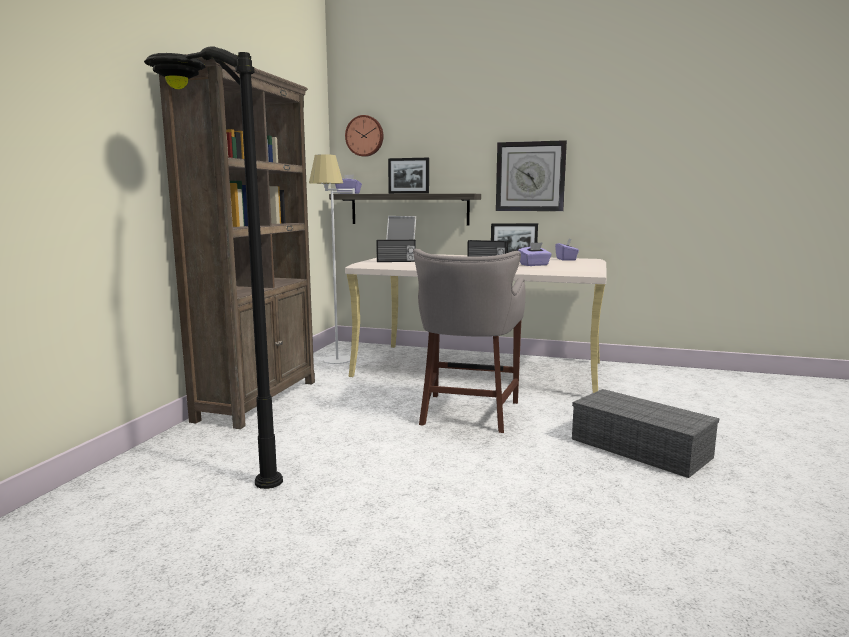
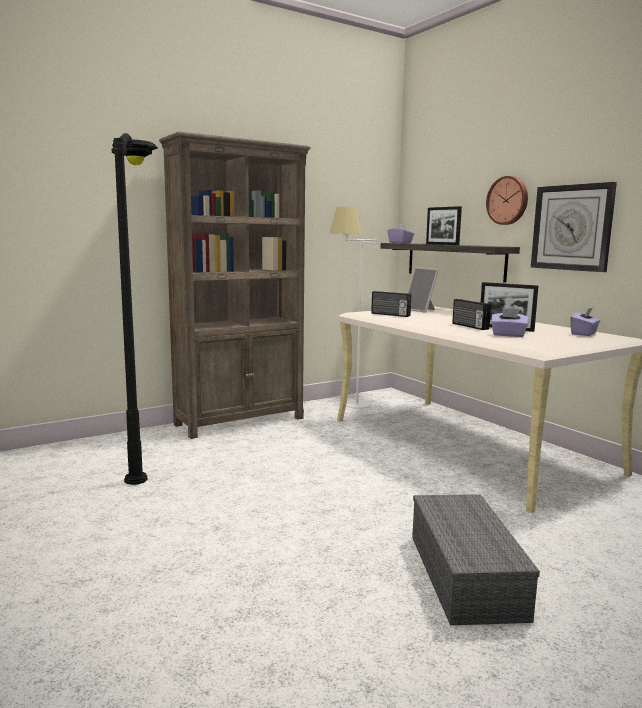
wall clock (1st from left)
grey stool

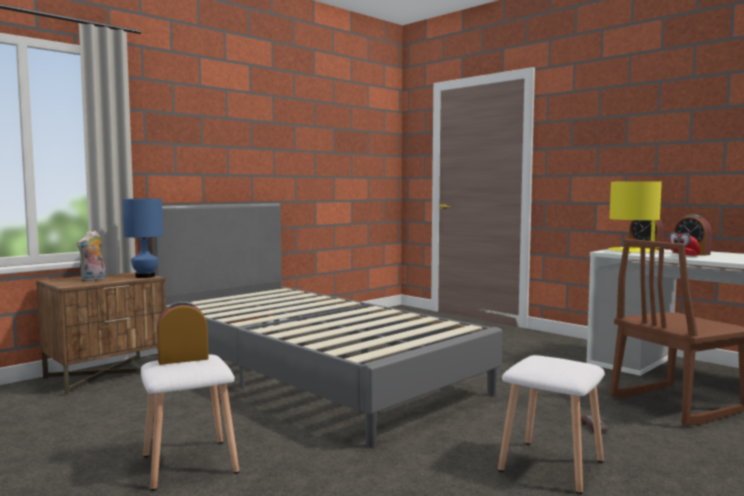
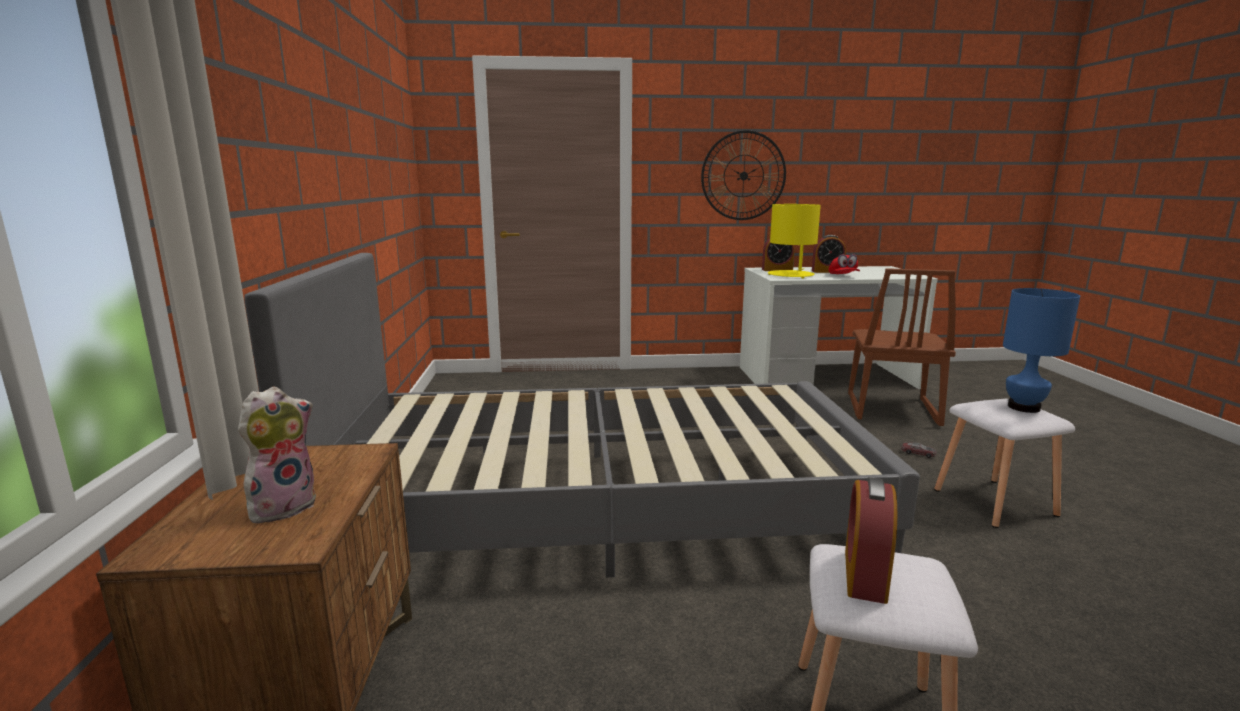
plush toy
wall clock
blue table lamp

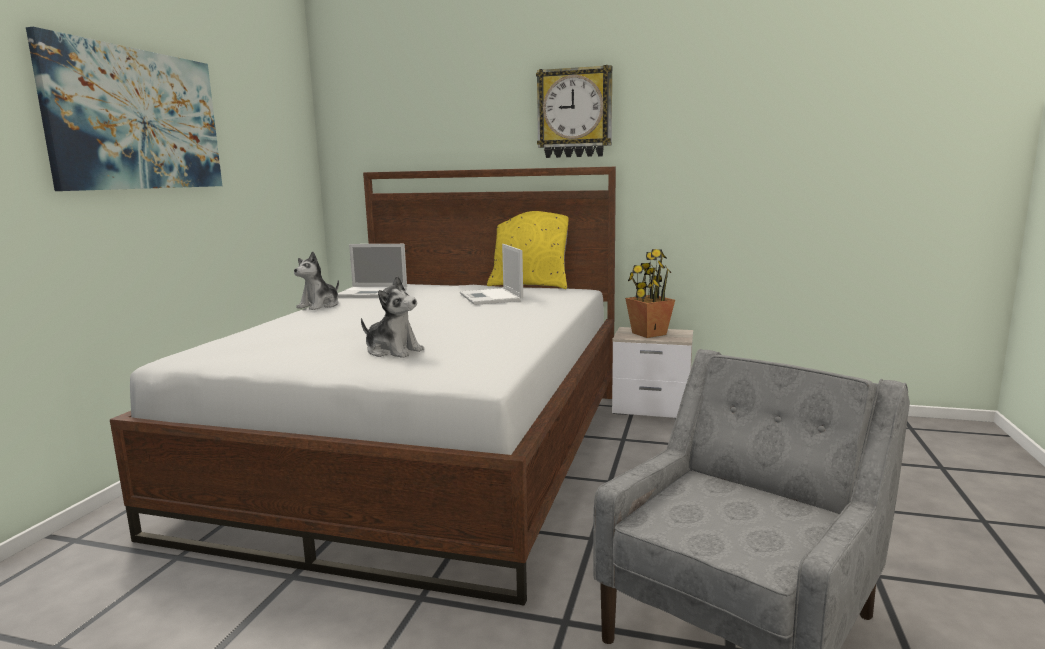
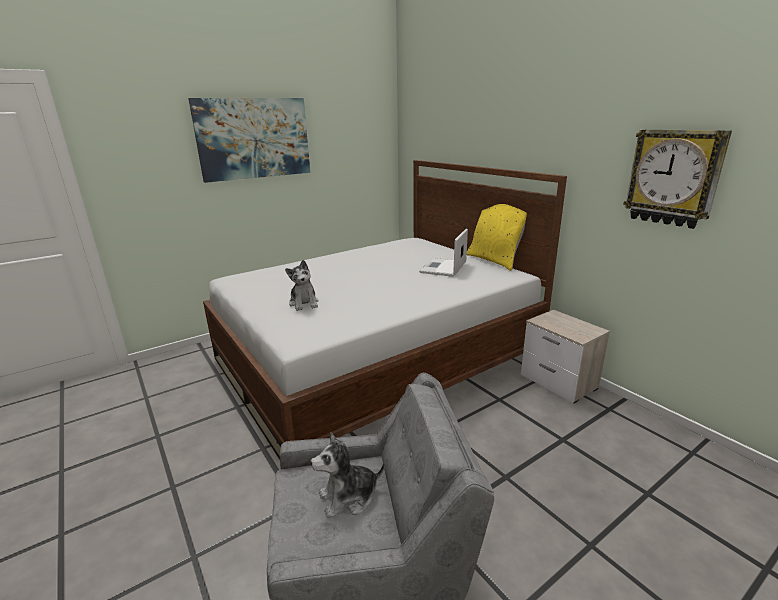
plush toy (2nd from left)
wall clock
laptop (1st from left in the first image)
potted plant

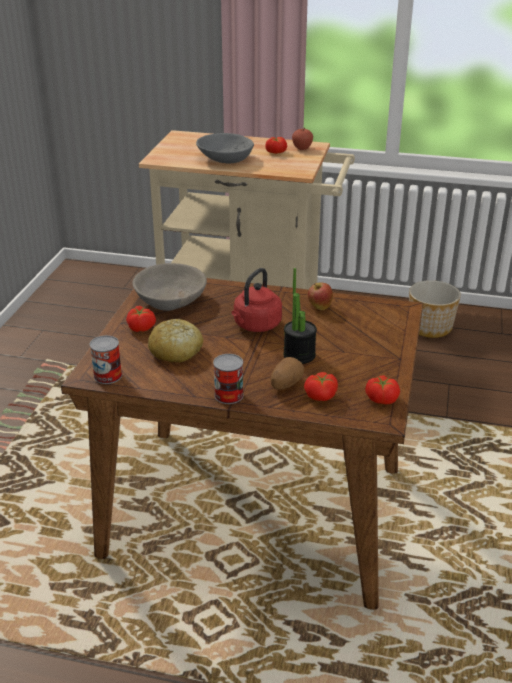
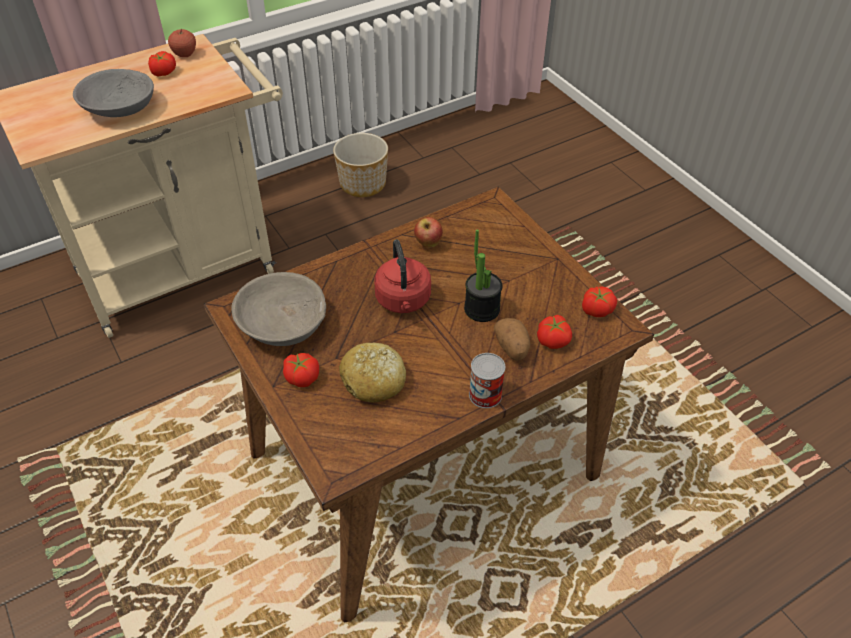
can (1st from left in the first image)

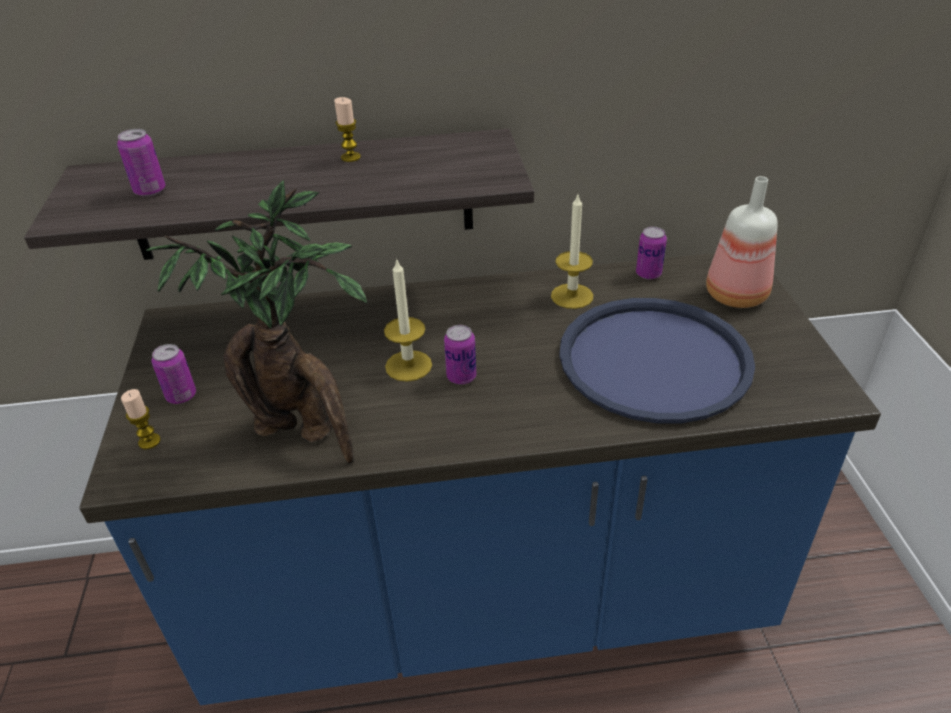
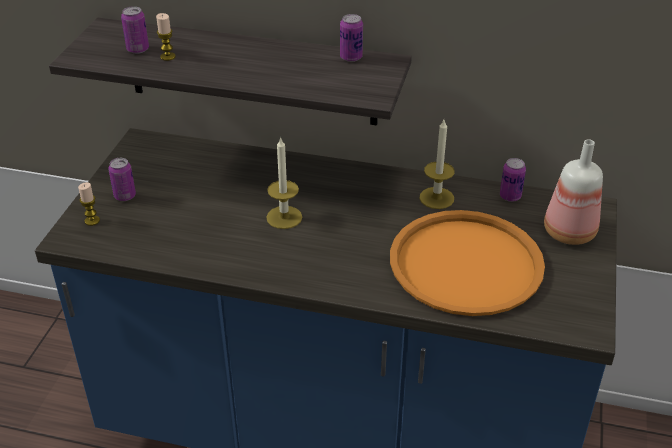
candle (2nd from left)
can (3rd from left)
orange tray
potted plant

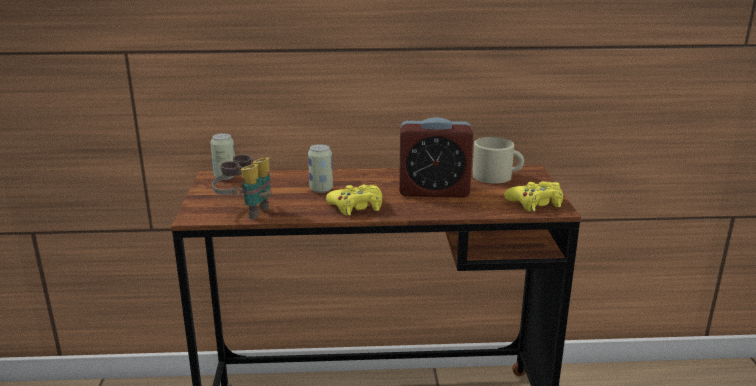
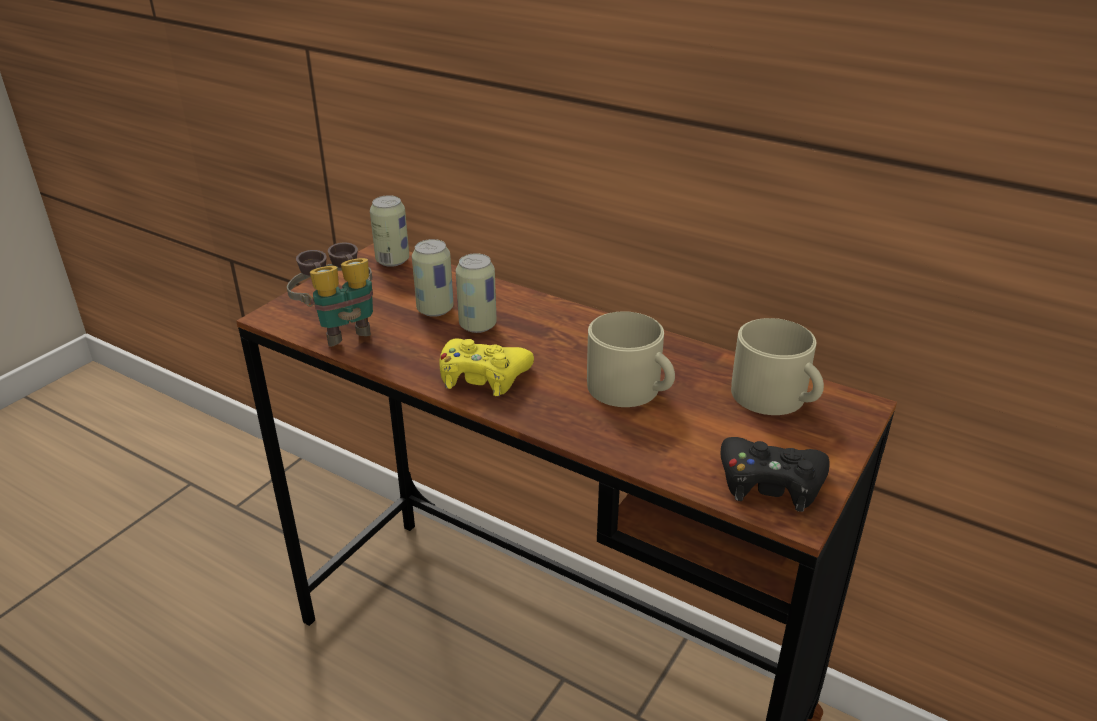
can (2nd from left)
beige mug (1st from left)
black game controller

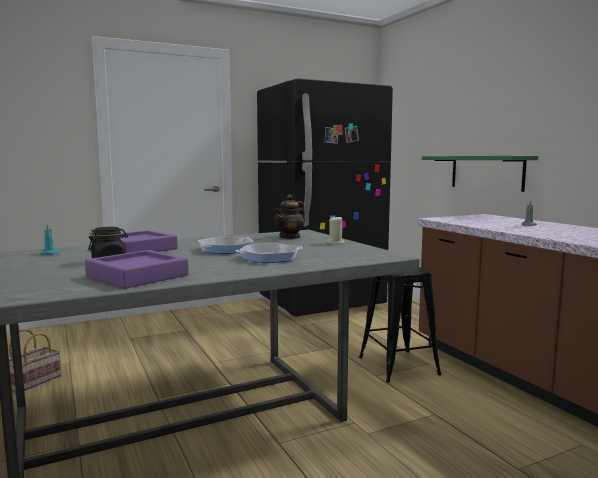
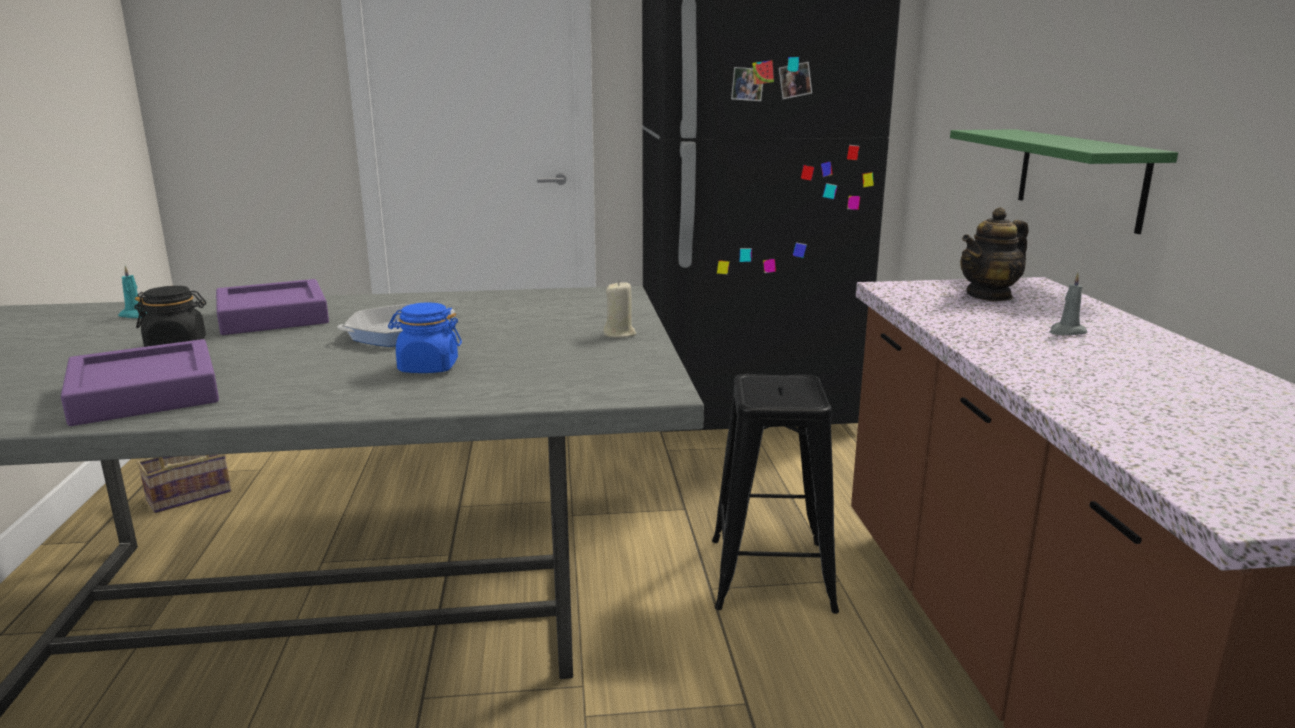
blue jar
teapot

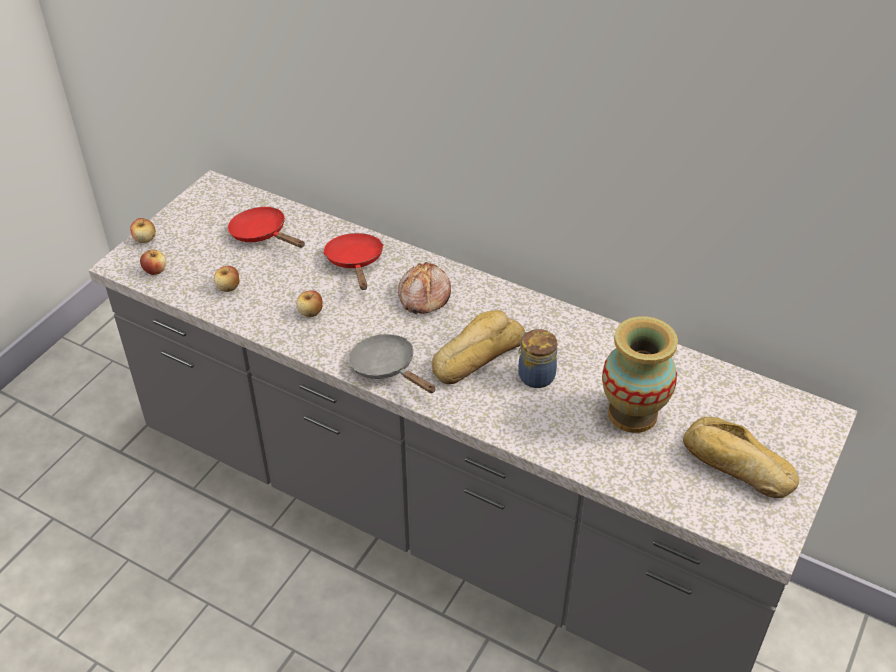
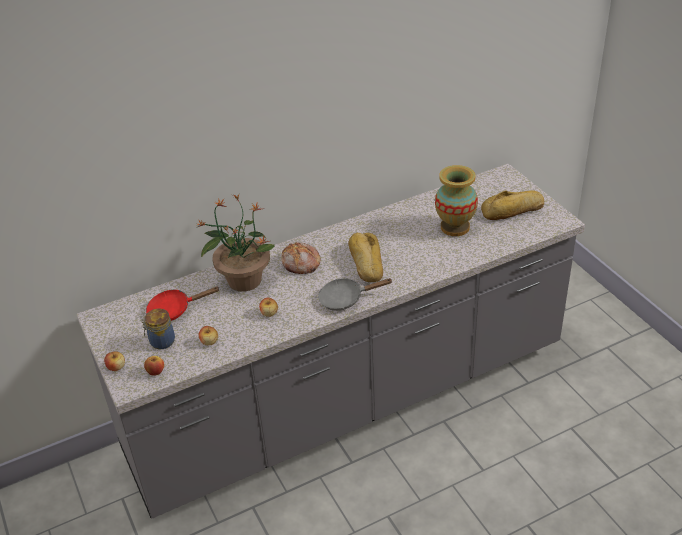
jar
potted plant

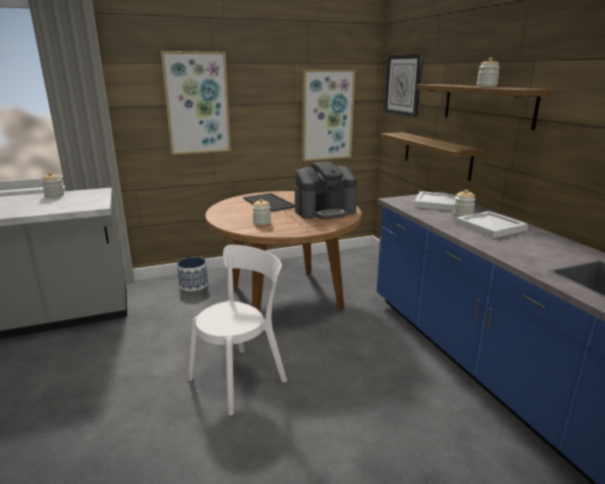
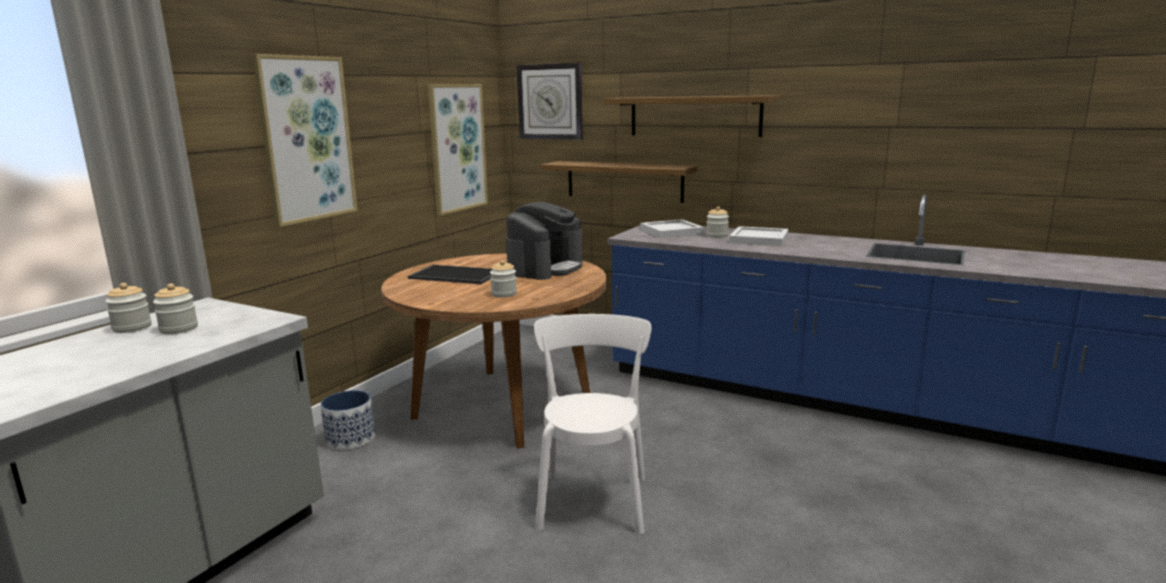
jar (2nd from left)

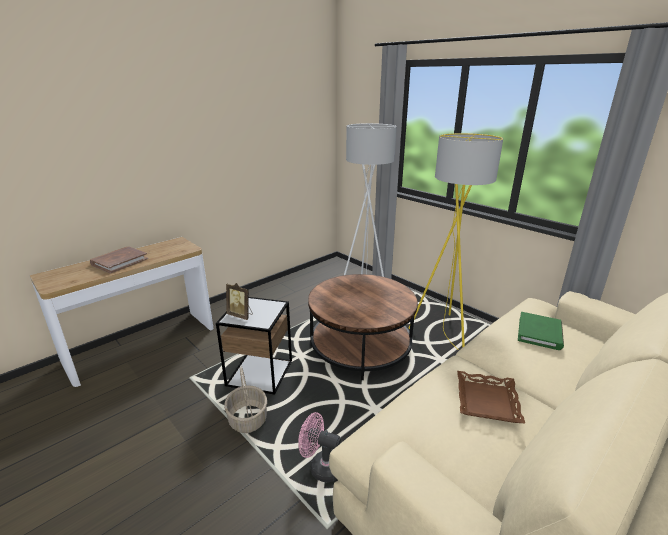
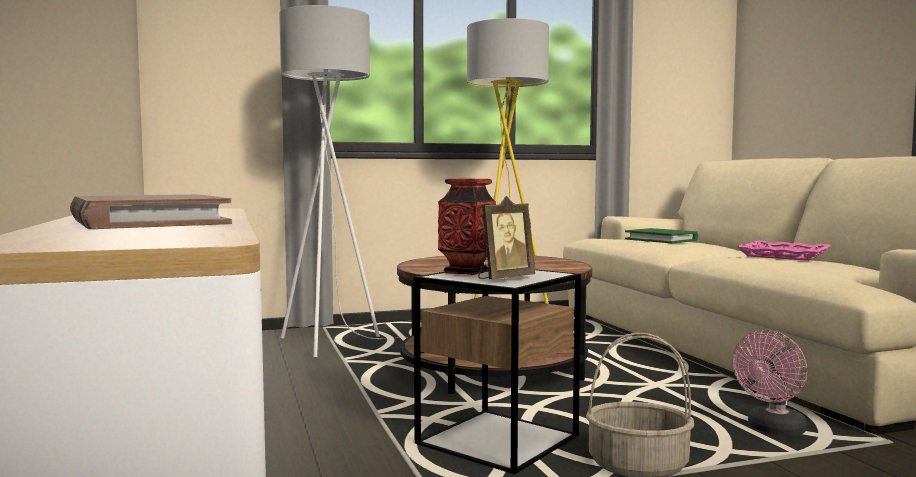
vase
pink tray

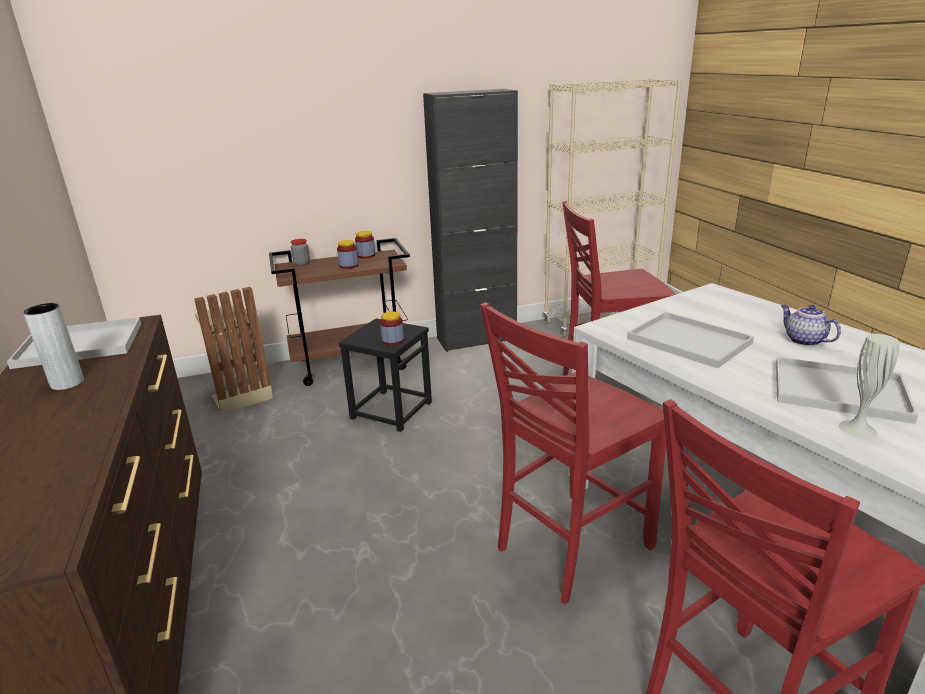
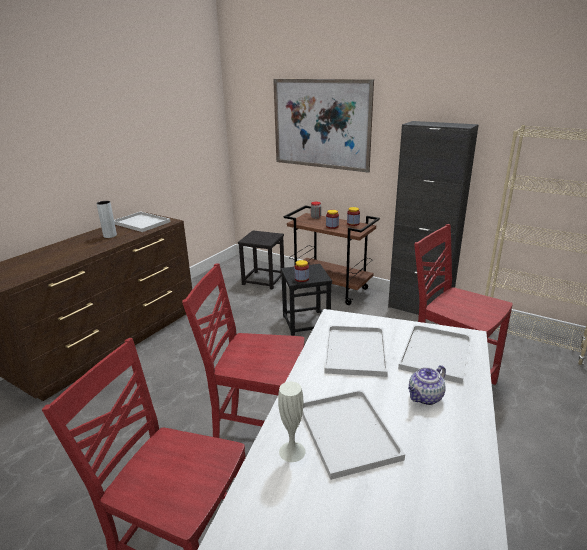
black stool (1st from left)
picture
white tray (4th from left)
teapot

